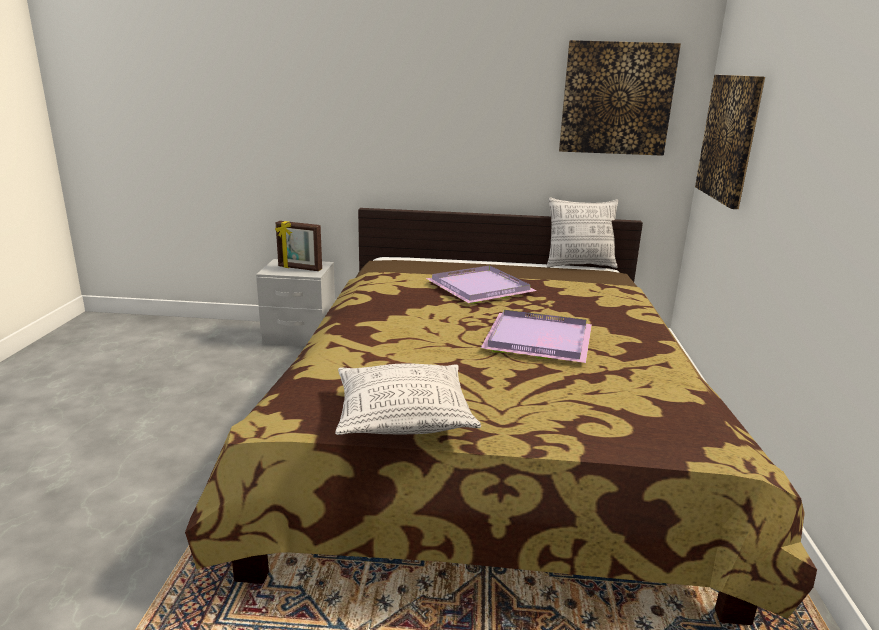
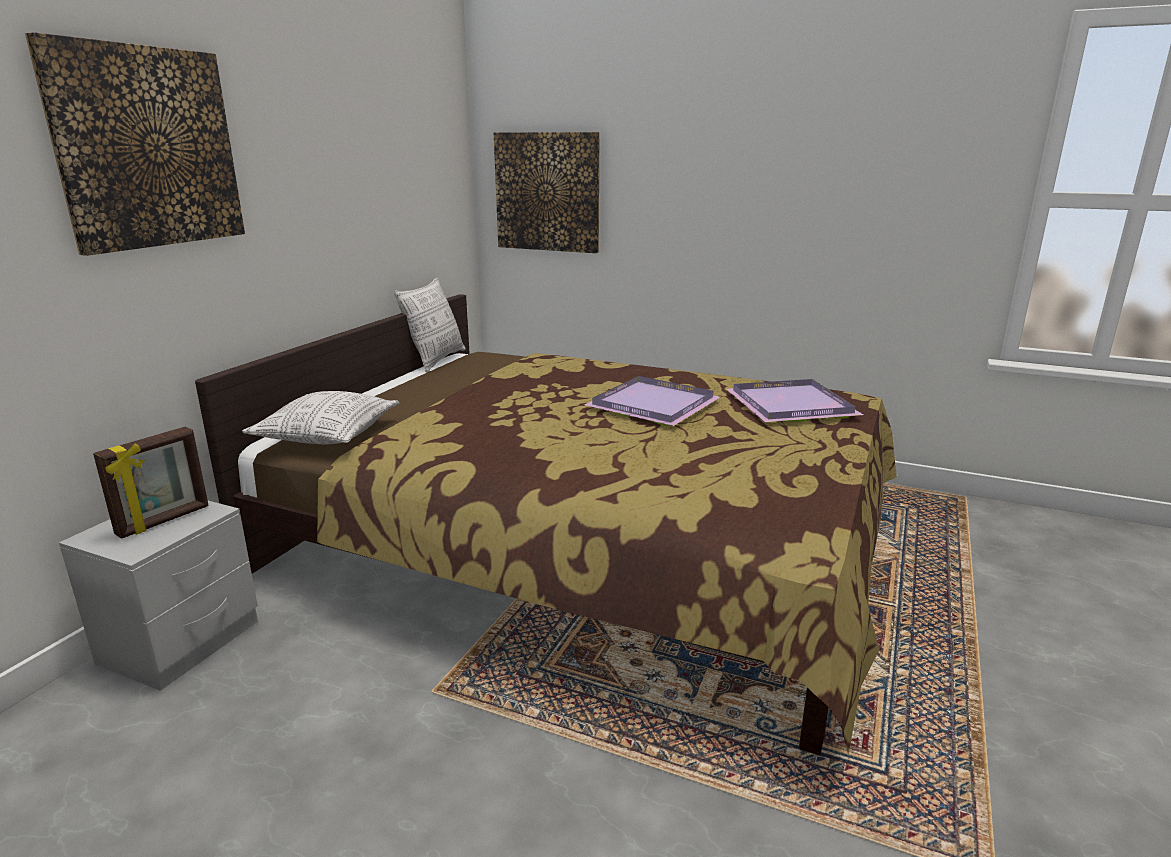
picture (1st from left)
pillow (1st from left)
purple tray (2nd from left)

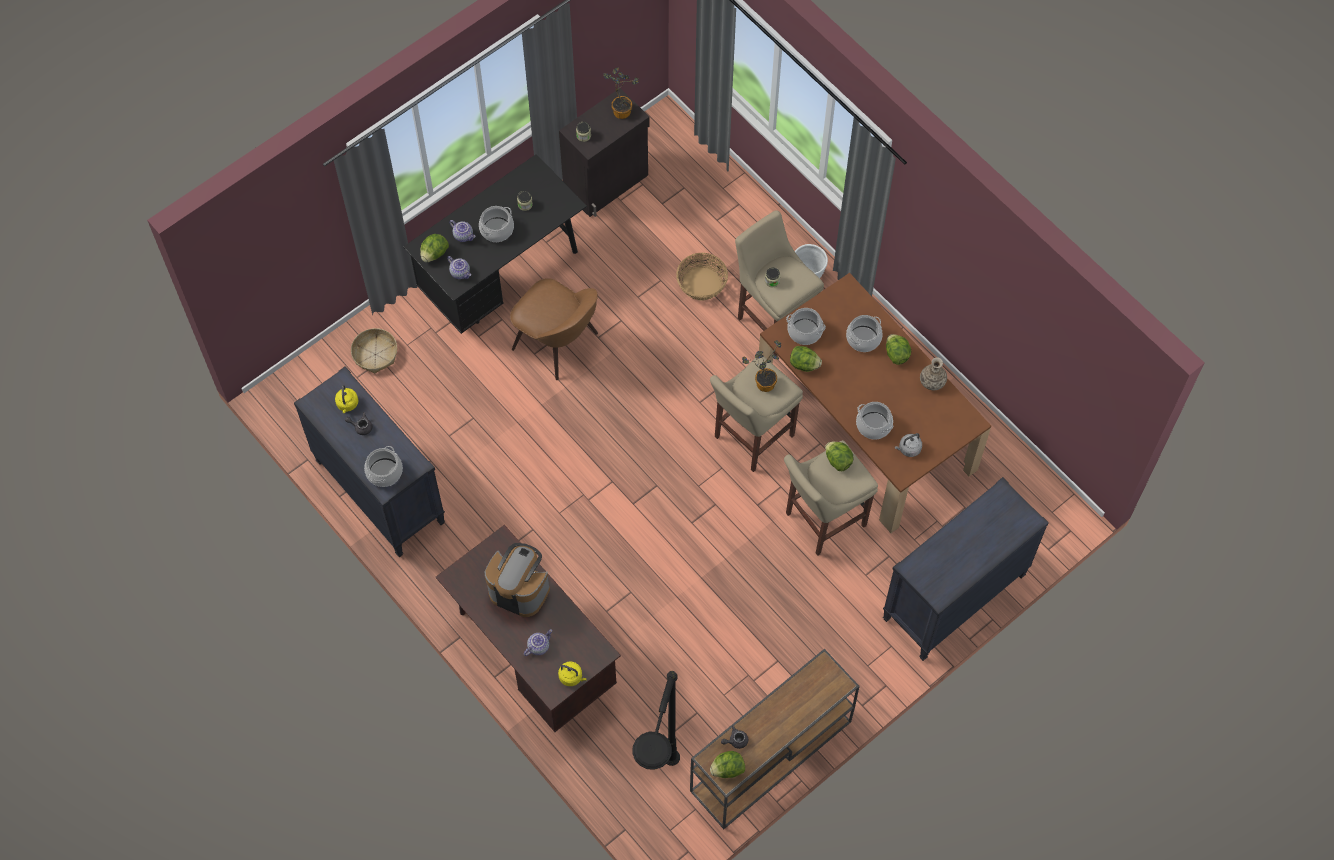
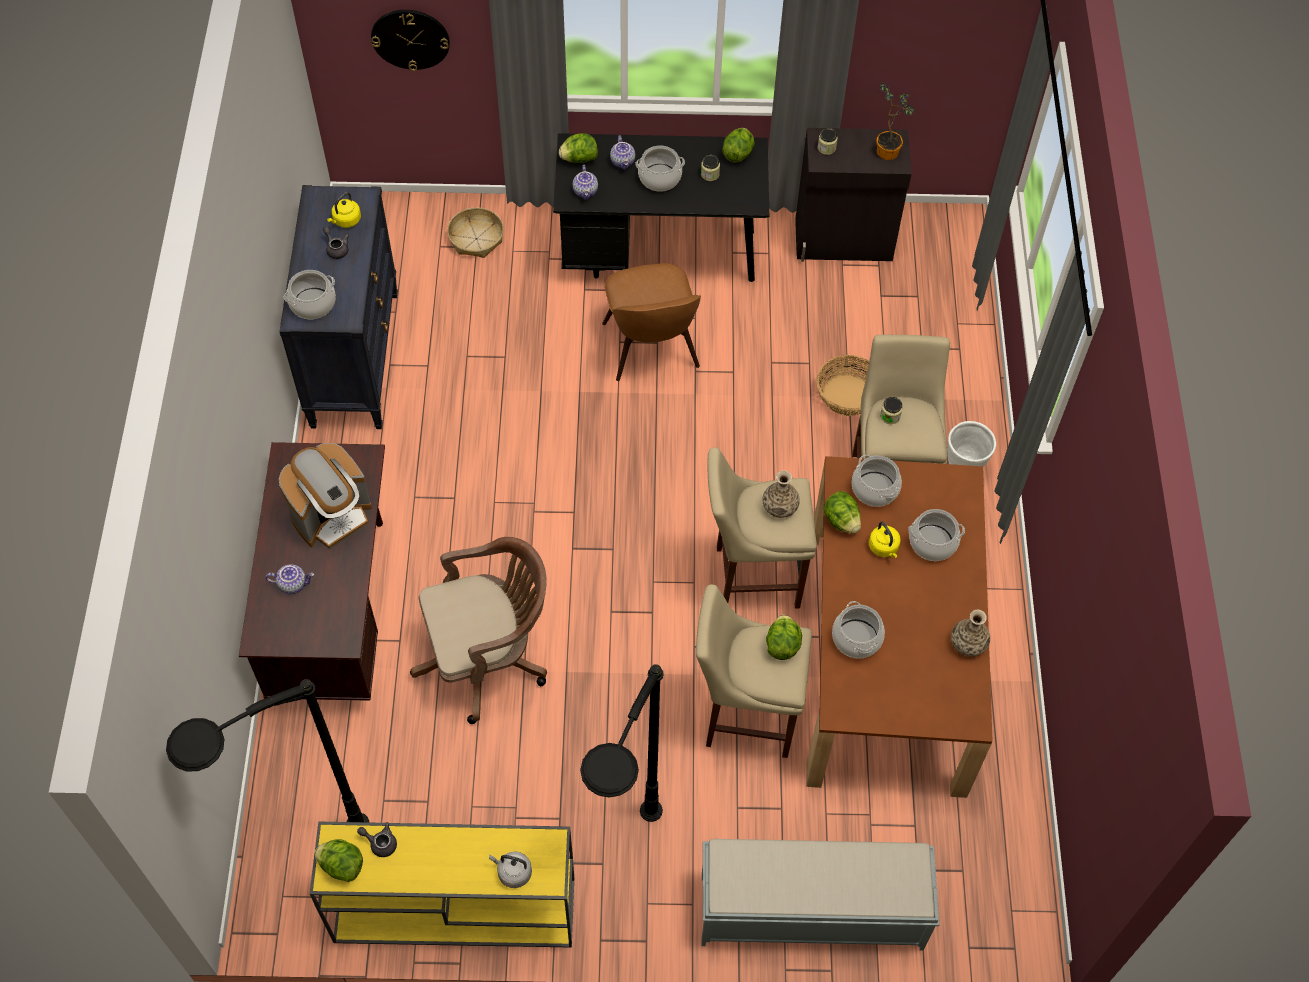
coffee machine
yellow console table
wall clock
brown office chair
grey kettle
black floor lamp (2nd from left)
grey bench
lettuce (3rd from left)
vase (1st from left)
yellow kettle (2nd from left)

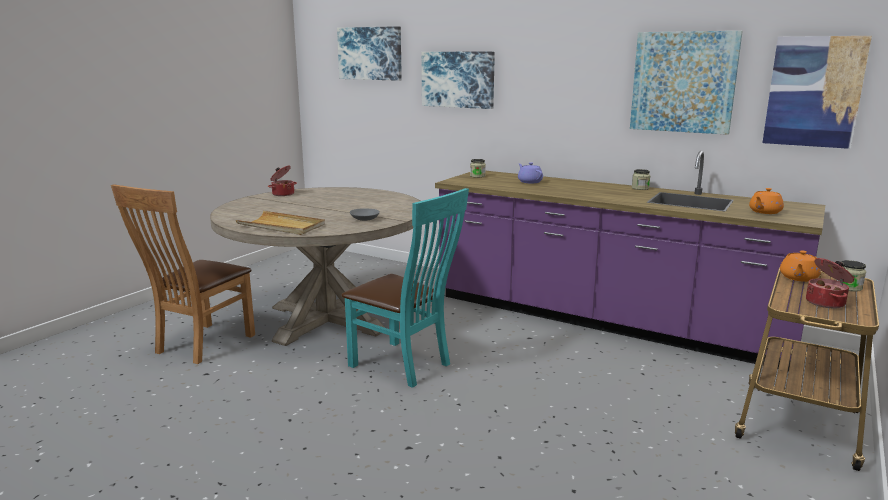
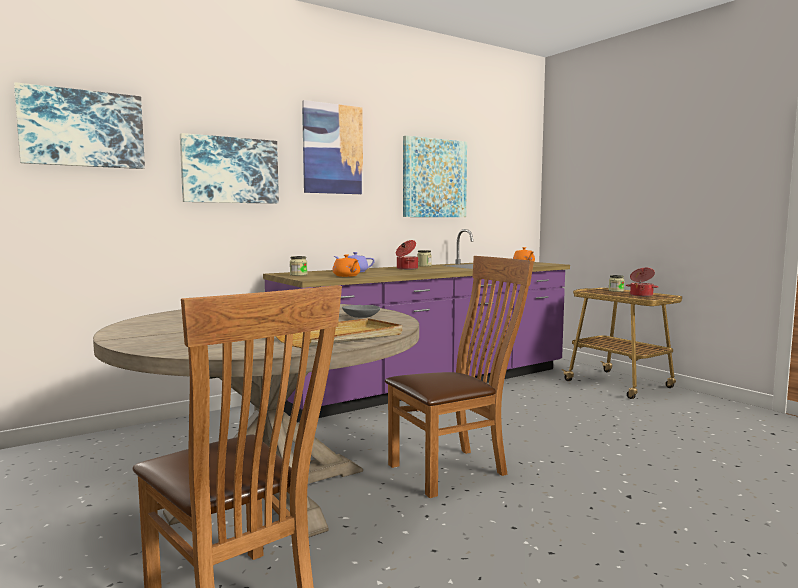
picture (3rd from left)
orange teapot (1st from left)
brown chair (2nd from left)
cooking pot (1st from left)

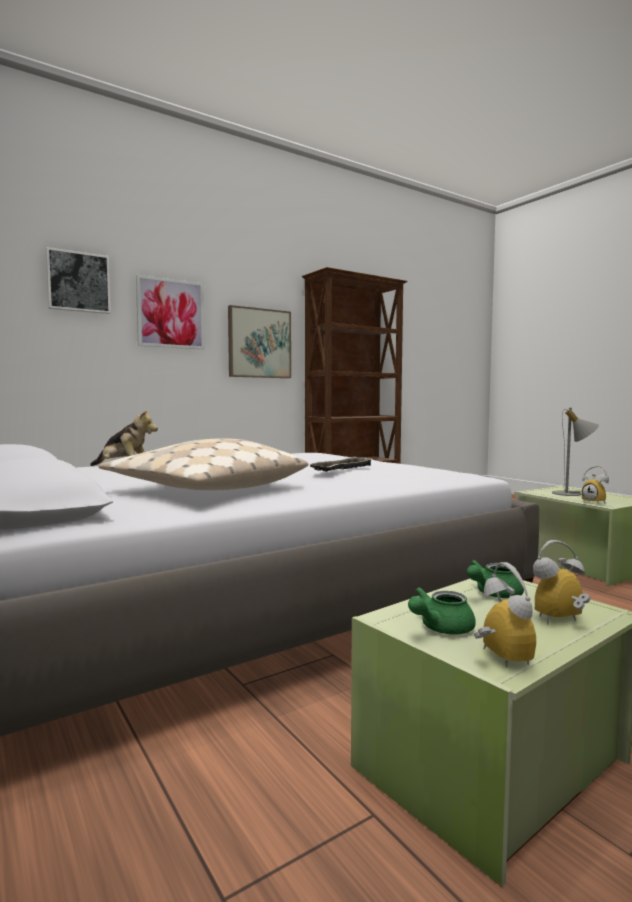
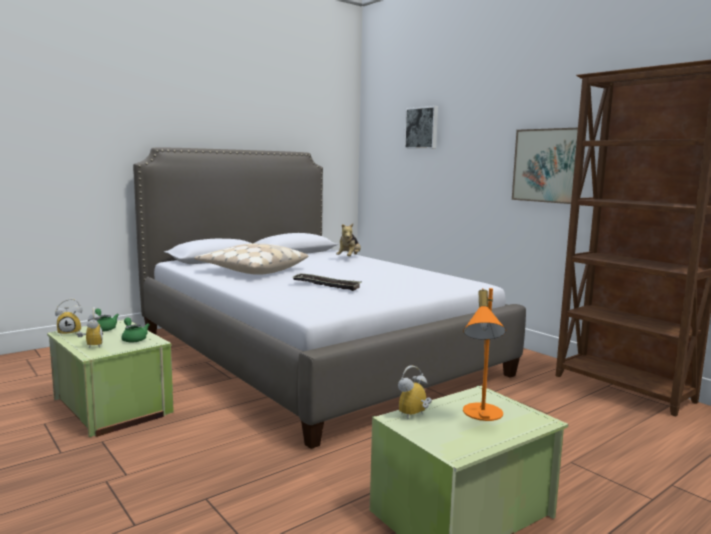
orange table lamp
picture (2nd from left in the first image)

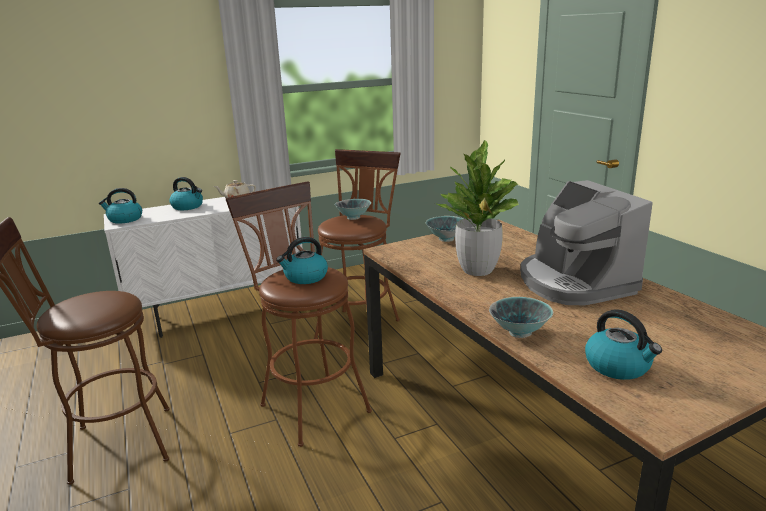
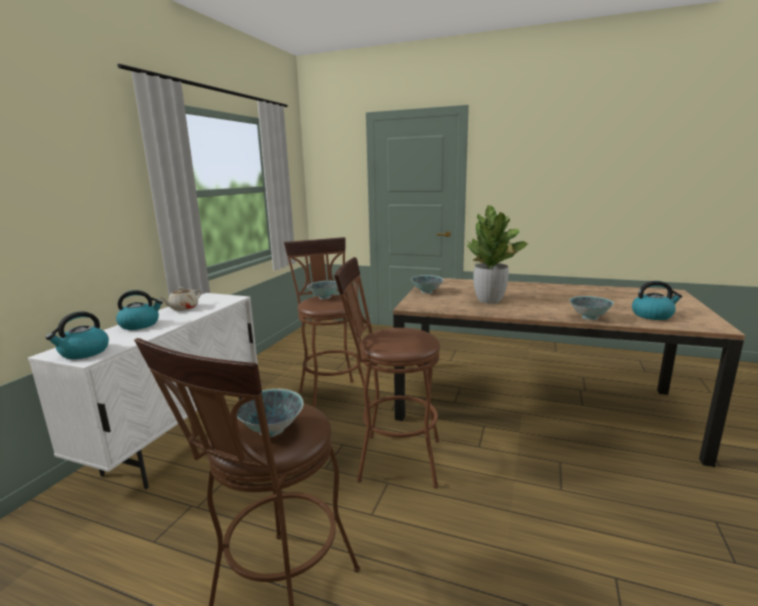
bowl (1st from left)
kettle (3rd from left in the first image)
coffee machine

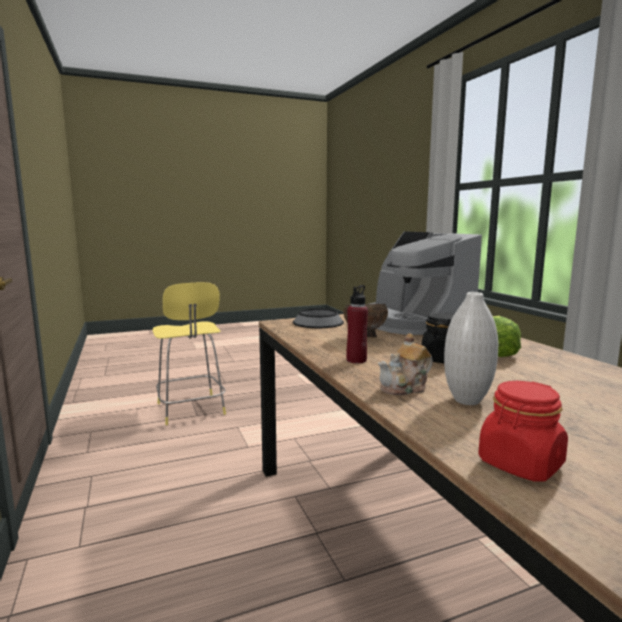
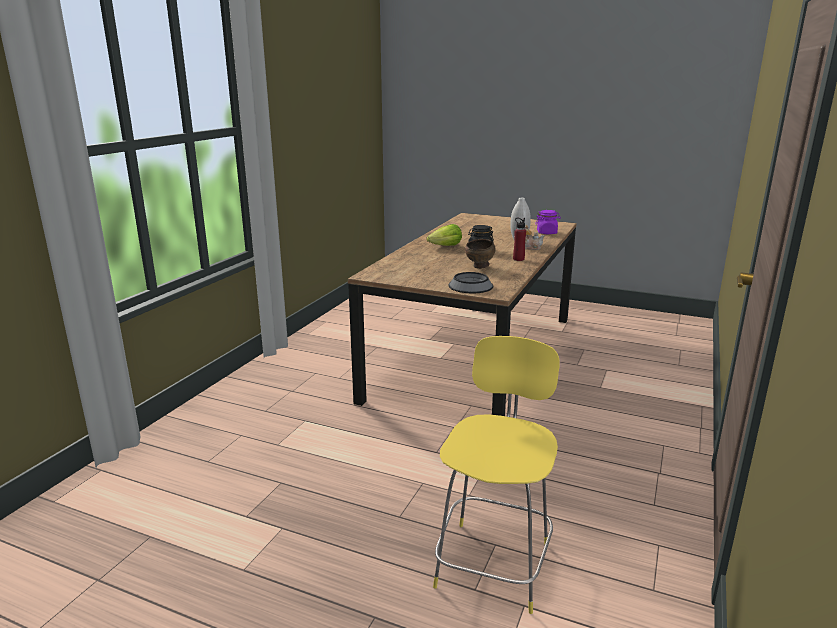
purple jar
coffee machine

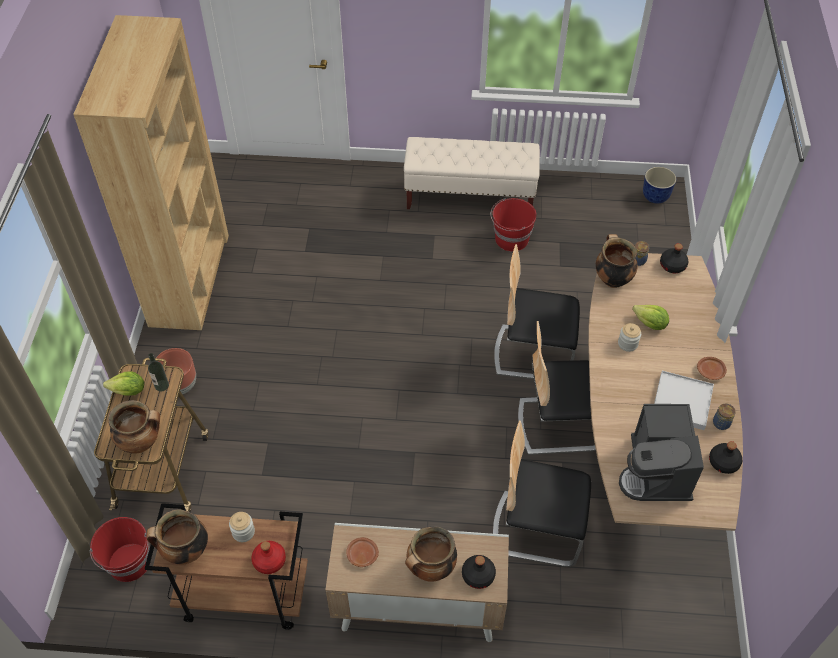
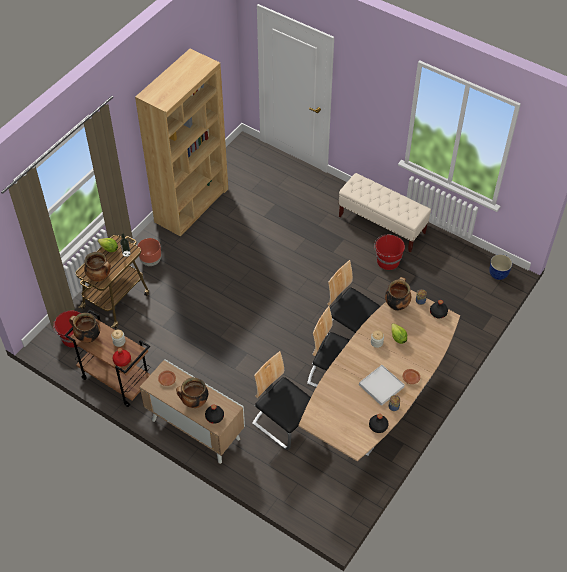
coffee machine

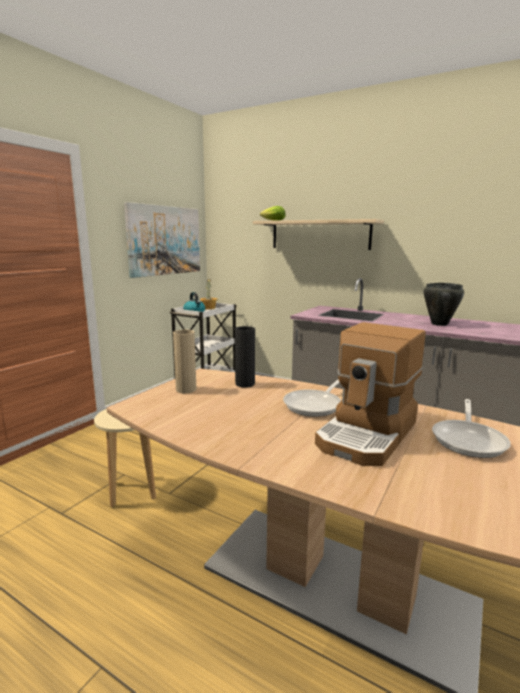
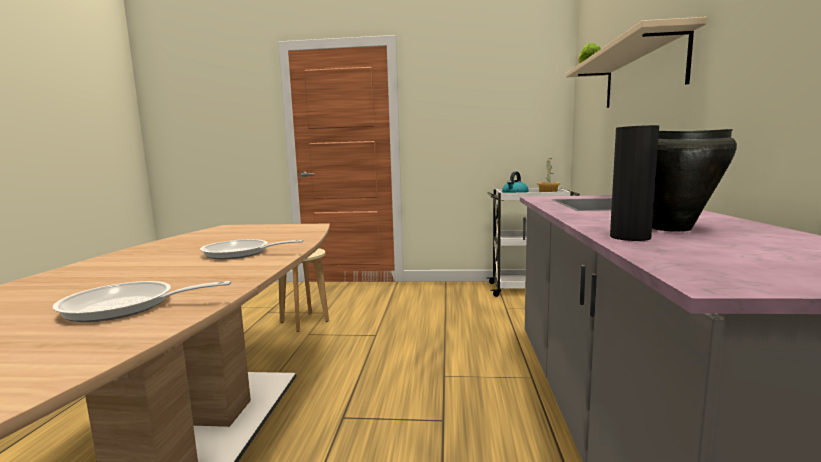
black vase
picture
beige vase
coffee machine

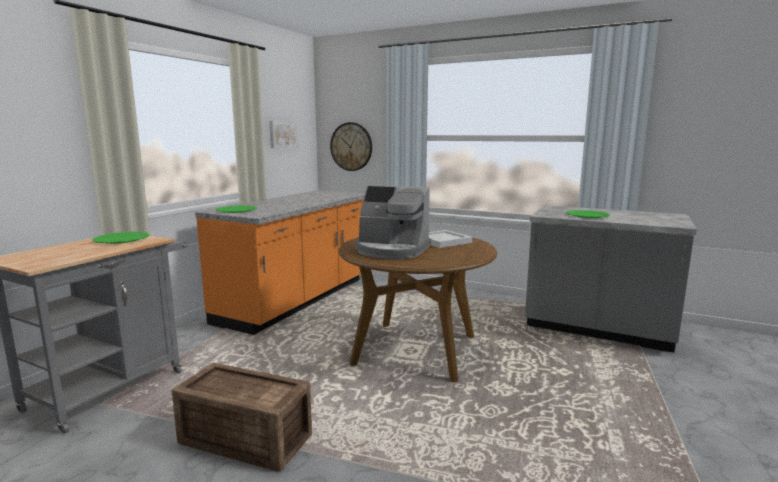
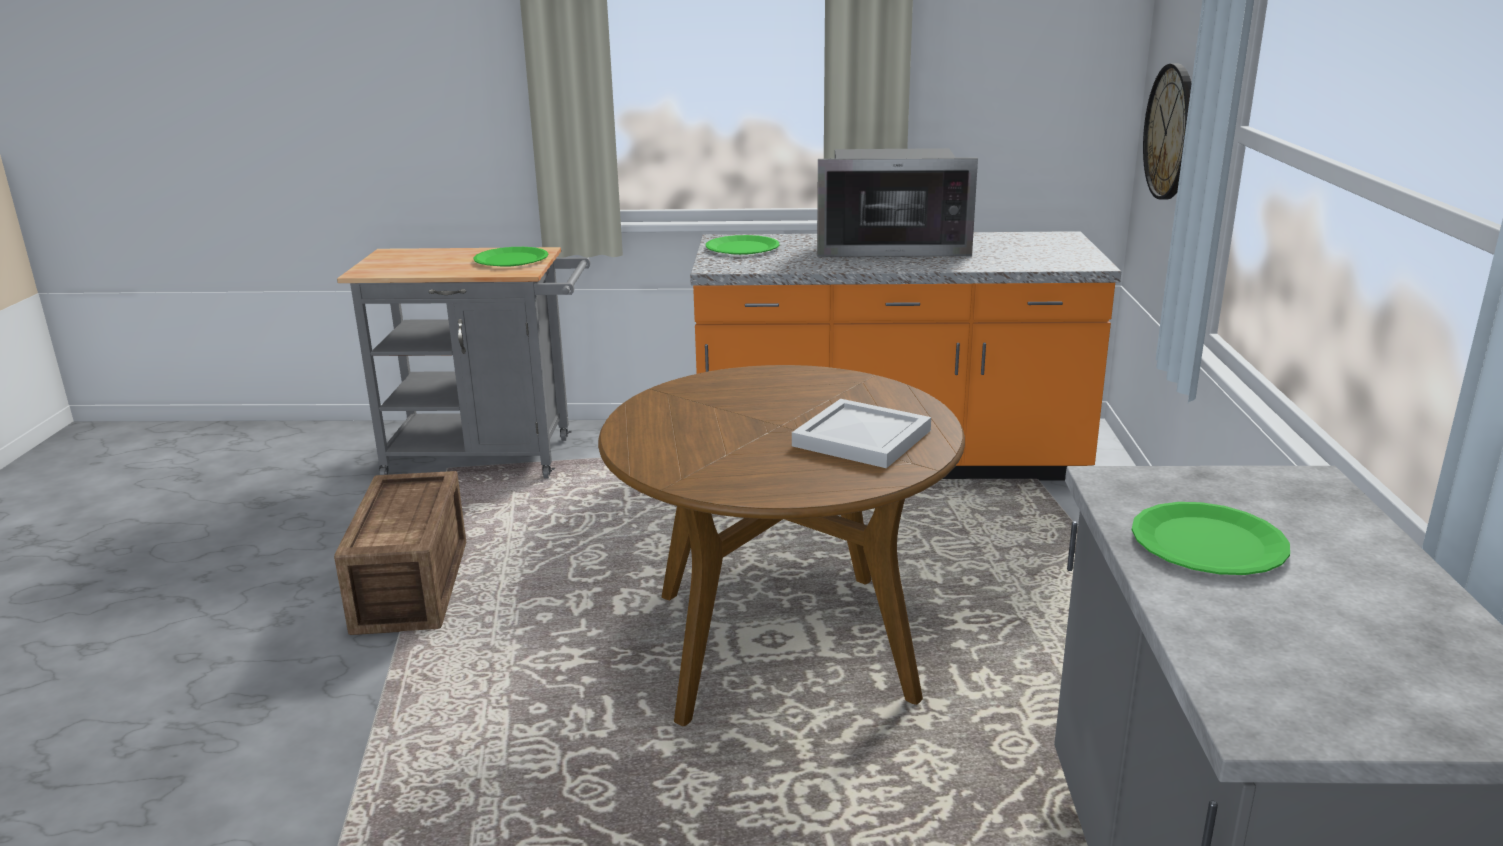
microwave
picture
coffee machine

